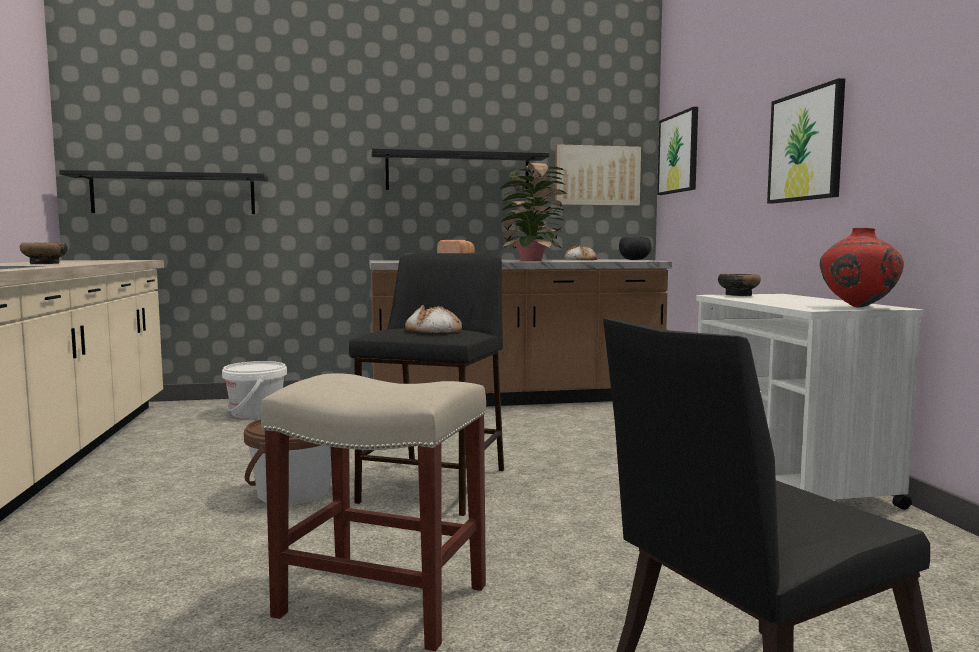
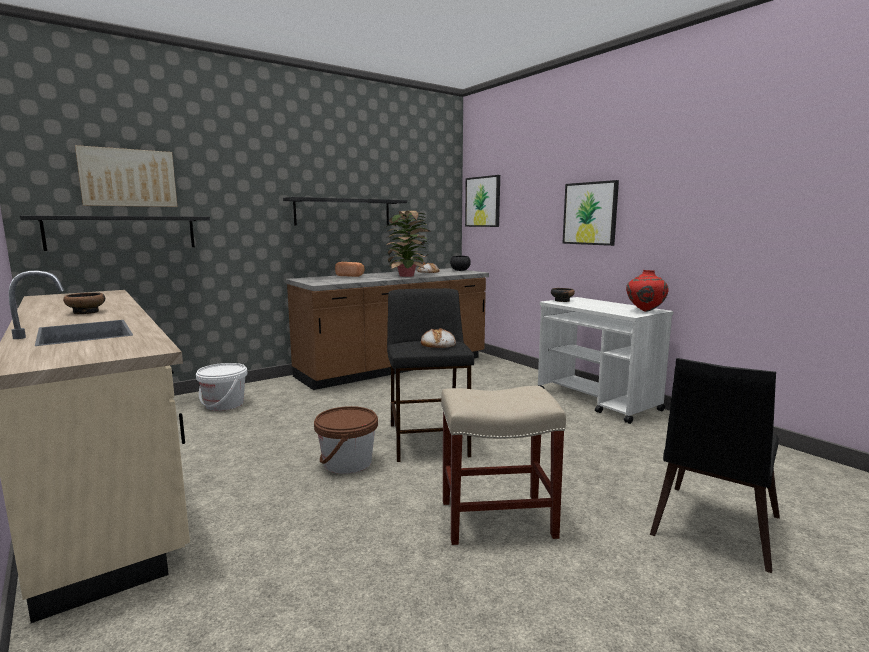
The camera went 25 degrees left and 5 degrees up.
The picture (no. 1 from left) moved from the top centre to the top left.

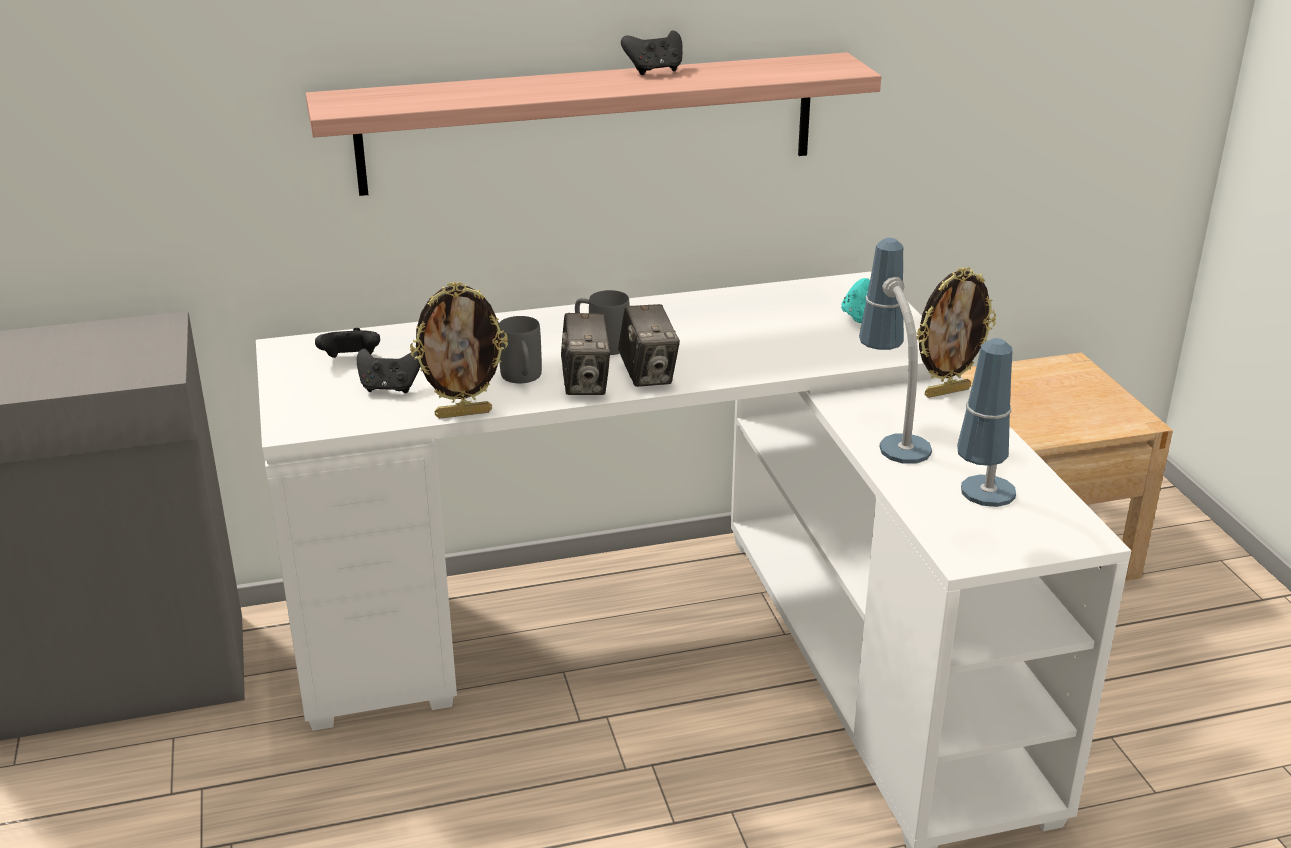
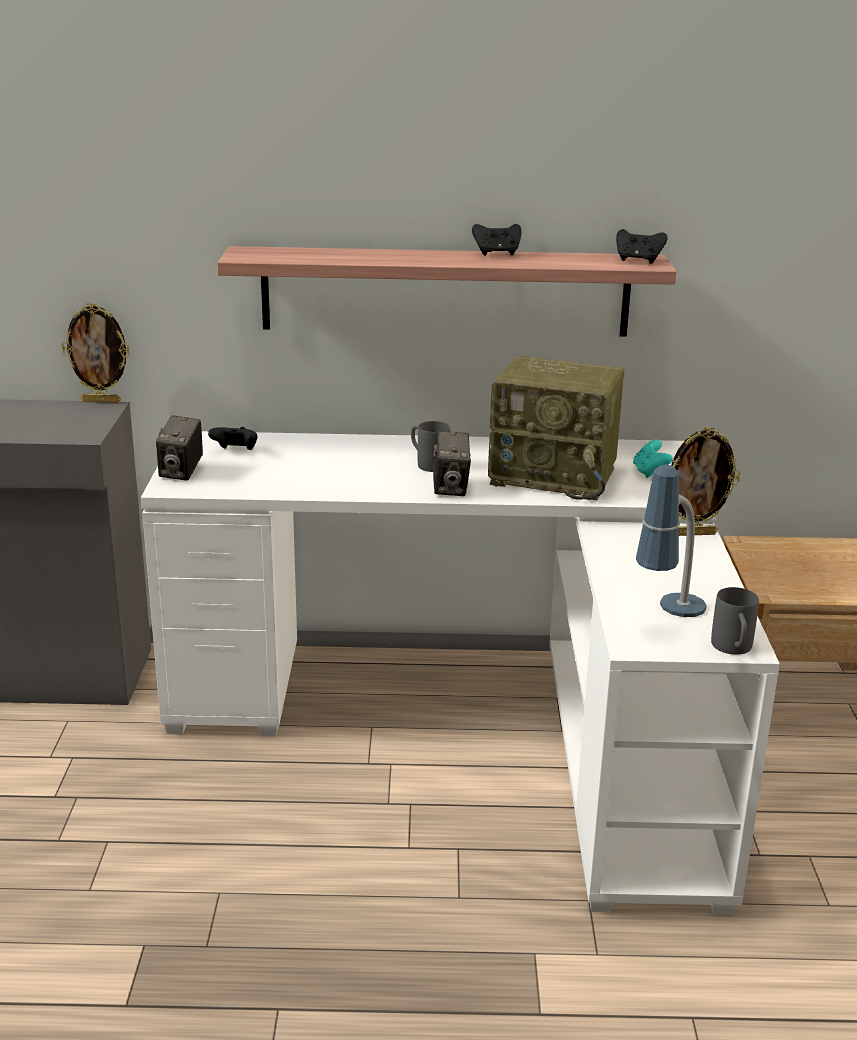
The camera went 15 degrees right and 5 degrees down.
The table lamp (no. 1 from left) at the middle right disappeared.
The picture frame (no. 1 from left) moved from the centre to the middle left.
The photo camera (no. 1 from left) moved from the centre to the middle left.
The grey mug (no. 1 from left in the first image) moved from the centre to the middle right.
The black game controller (no. 2 from left in the first image) moved from the middle left to the top right.
The radio at the centre appeared.

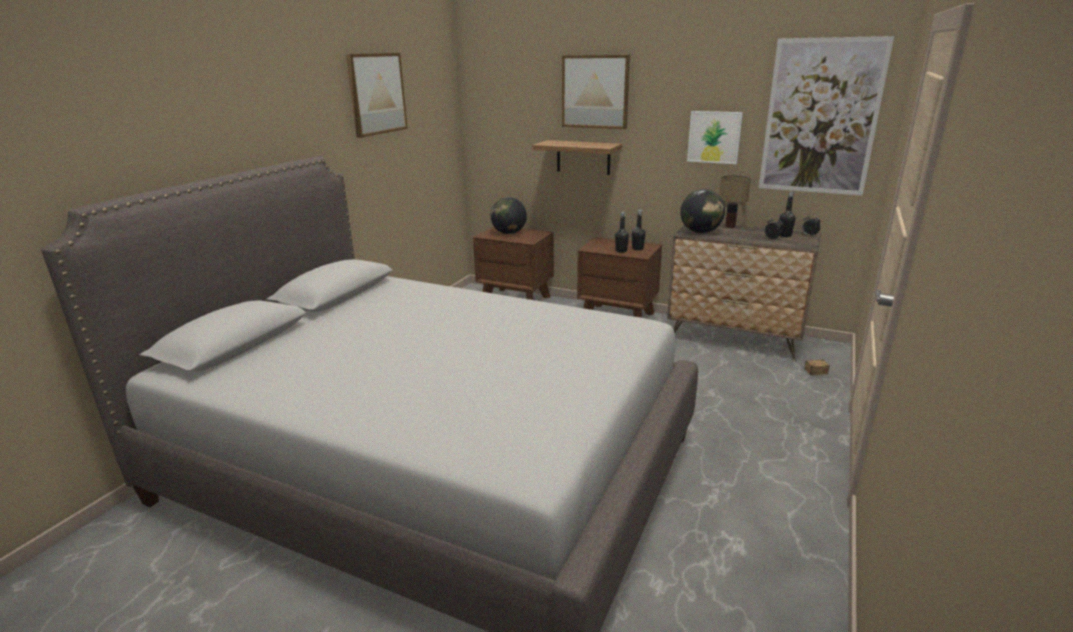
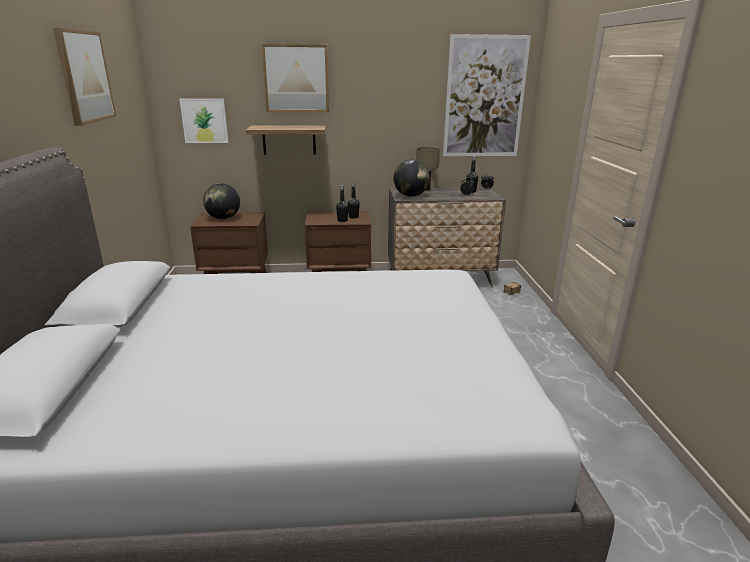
The camera went 30 degrees left and 0 degrees up.
The picture (no. 3 from left in the first image) moved from the top centre to the top left.

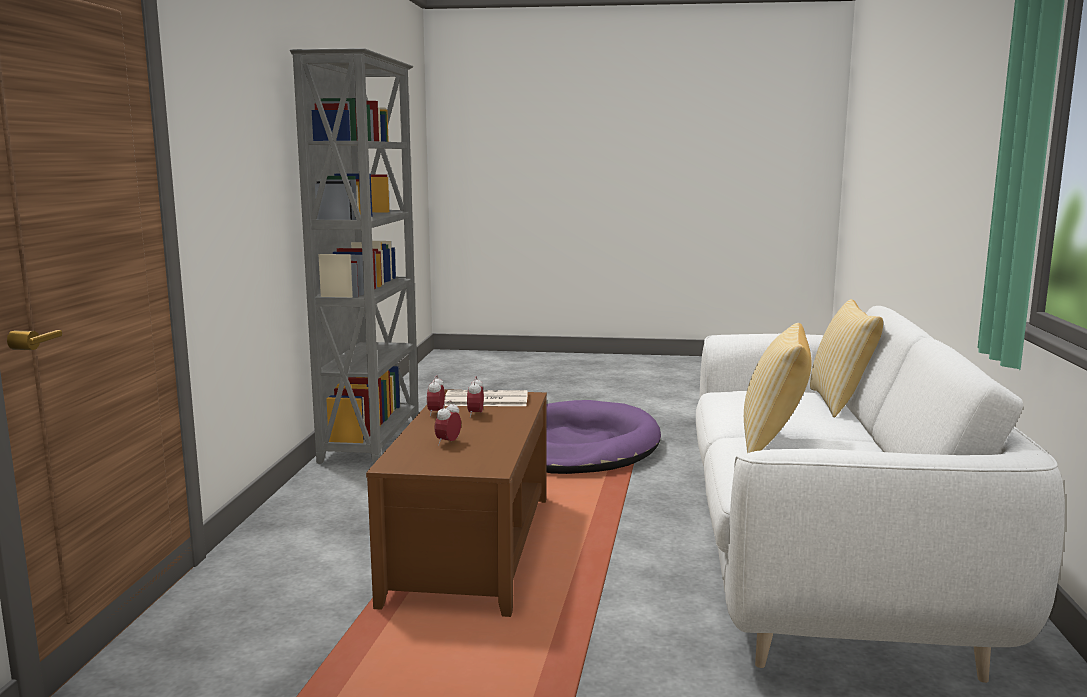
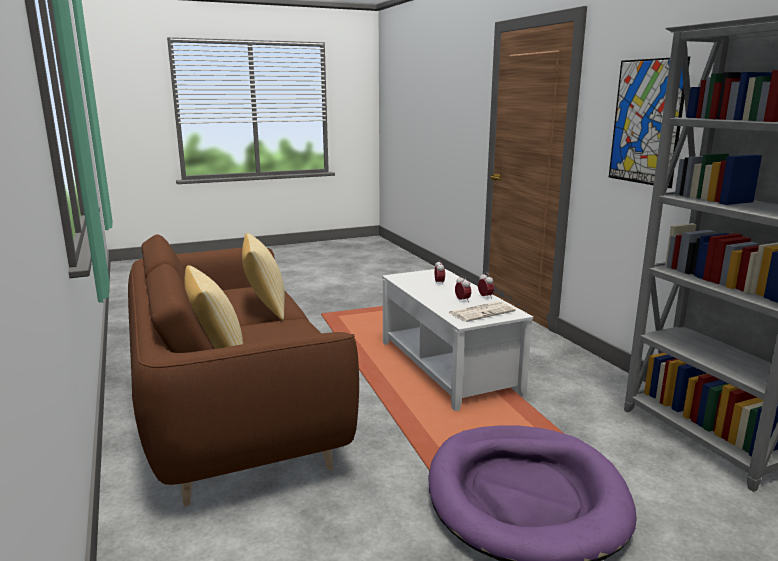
The camera went 150 degrees right and 5 degrees up.
The white sofa at the bottom right became the brown sofa at the middle left.
The brown coffee table at the bottom centre became the white coffee table at the centre.
The picture at the top right appeared.

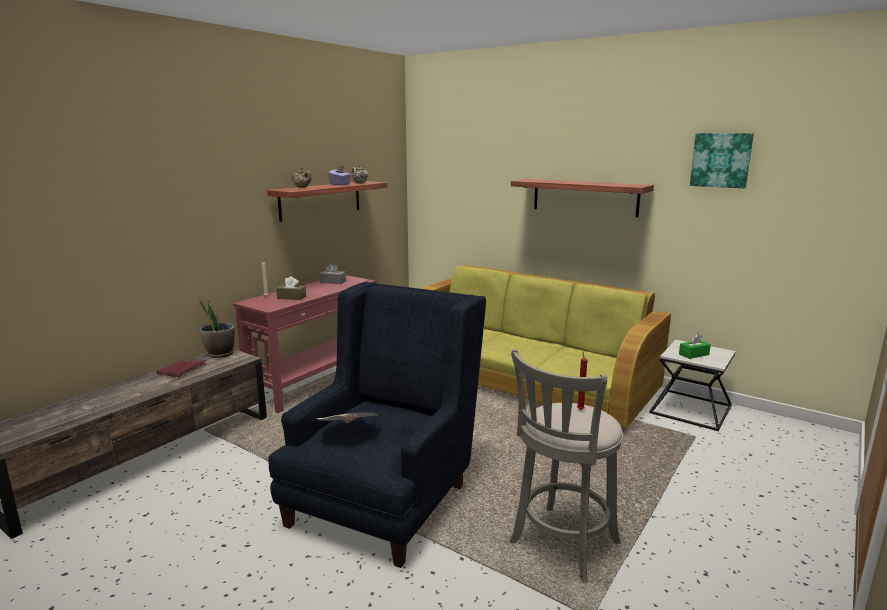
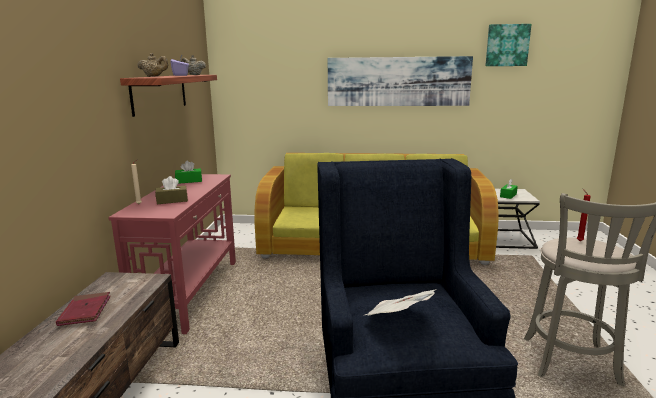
The camera went 30 degrees left and 0 degrees up.
The shelf (no. 2 from left) at the top centre was replaced by the picture (no. 1 from left) at the top centre.
The grey tissue box at the centre became the green tissue box (no. 1 from left) at the middle left.
The potted plant at the middle left disappeared.

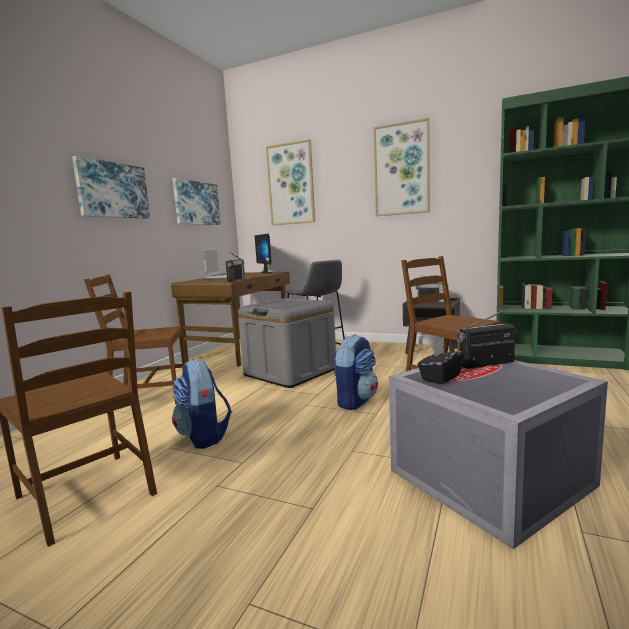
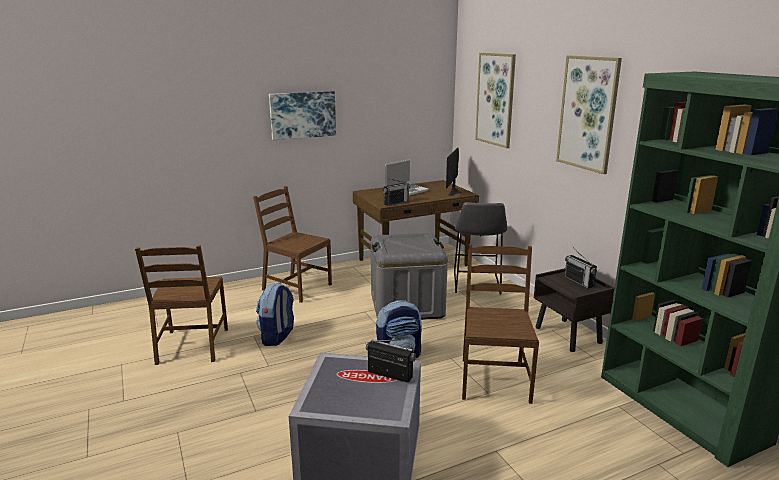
The camera went 40 degrees right and 10 degrees up.
The picture (no. 2 from left) at the top left disappeared.
The black tissue box at the middle right disappeared.

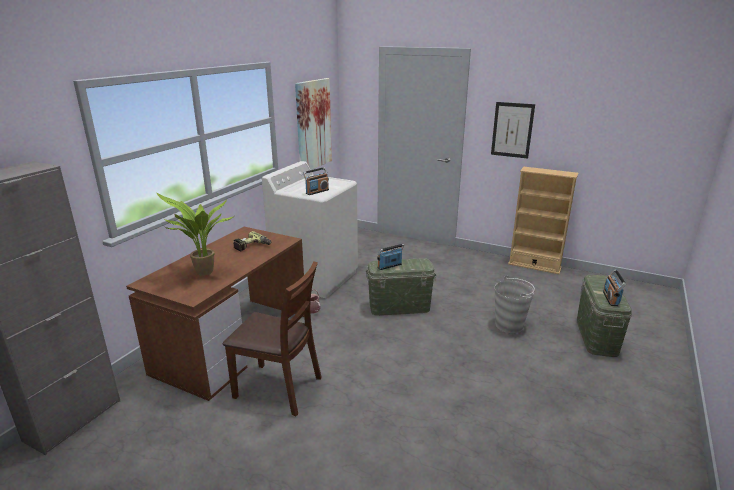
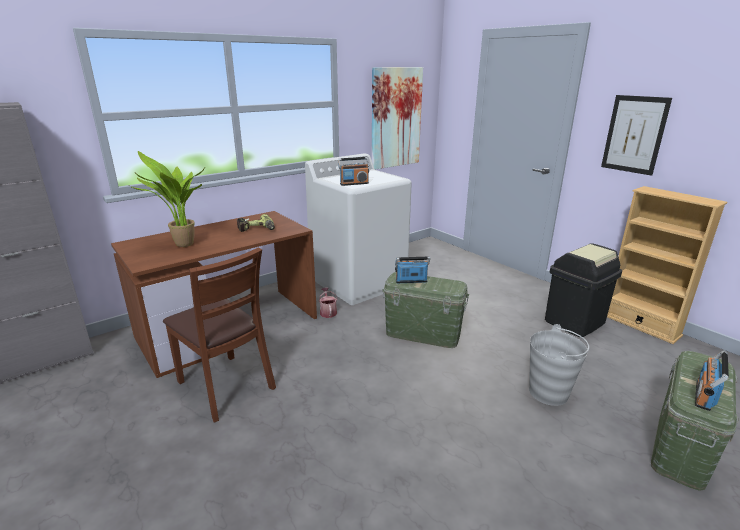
The camera went 25 degrees right and 0 degrees up.
The black trash can at the middle right appeared.

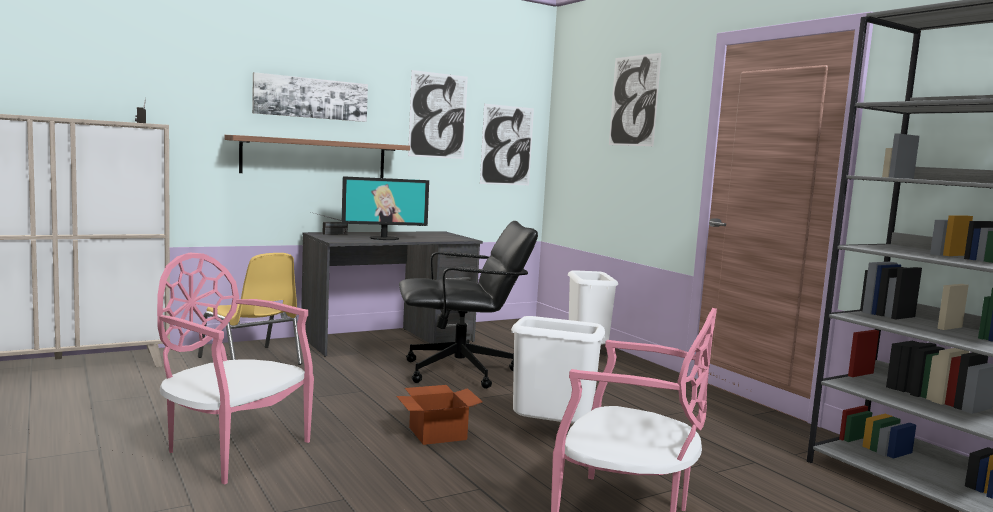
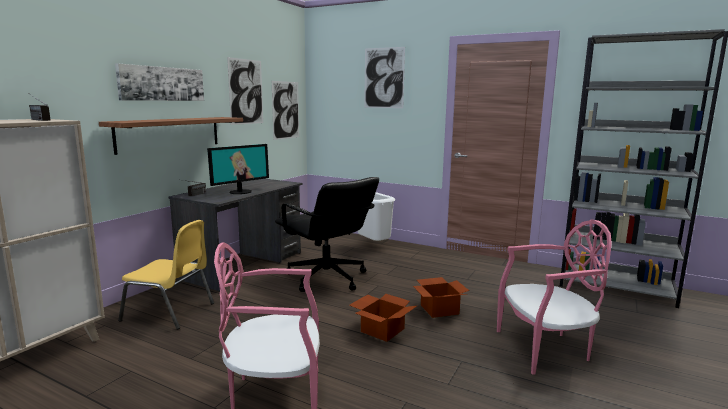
The camera went 30 degrees left and 5 degrees up.
The black office chair at the centre turned 90 degrees clockwise.
The white trash can (no. 1 from left) at the bottom centre was replaced by the cardboard box (no. 2 from left) at the bottom centre.

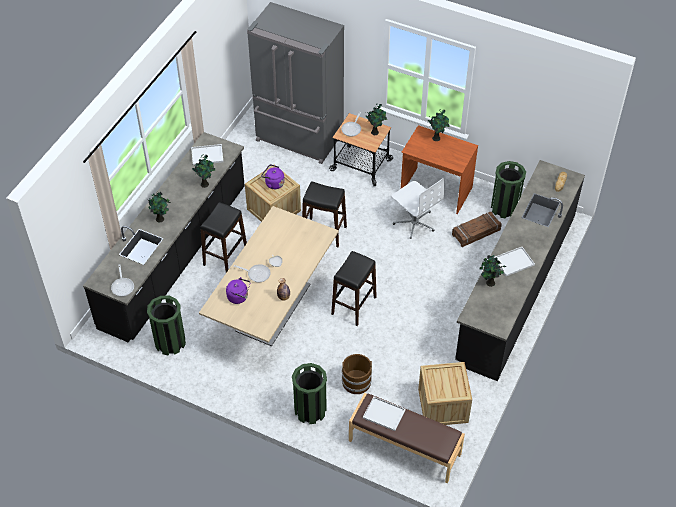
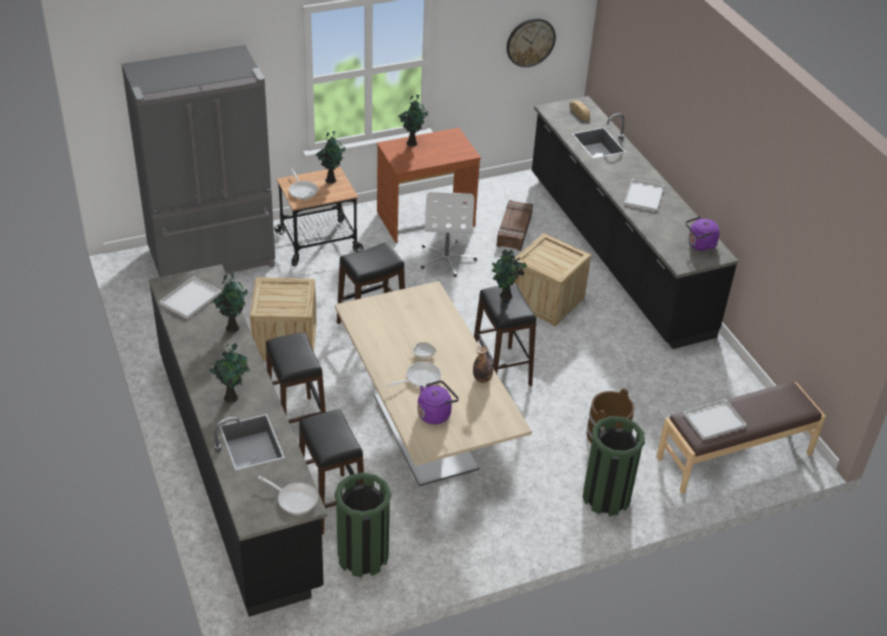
The camera went 50 degrees left and 10 degrees down.
The green trash can (no. 3 from left) at the middle right disappeared.
The purple kettle (no. 2 from left) moved from the centre to the middle right.
The white office chair at the centre turned 90 degrees clockwise.
The potted plant (no. 5 from left) moved from the middle right to the centre.
The crate (no. 2 from left in the first image) moved from the bottom centre to the centre.
The wall clock at the top centre appeared.
The black stool (no. 2 from left) at the bottom centre appeared.

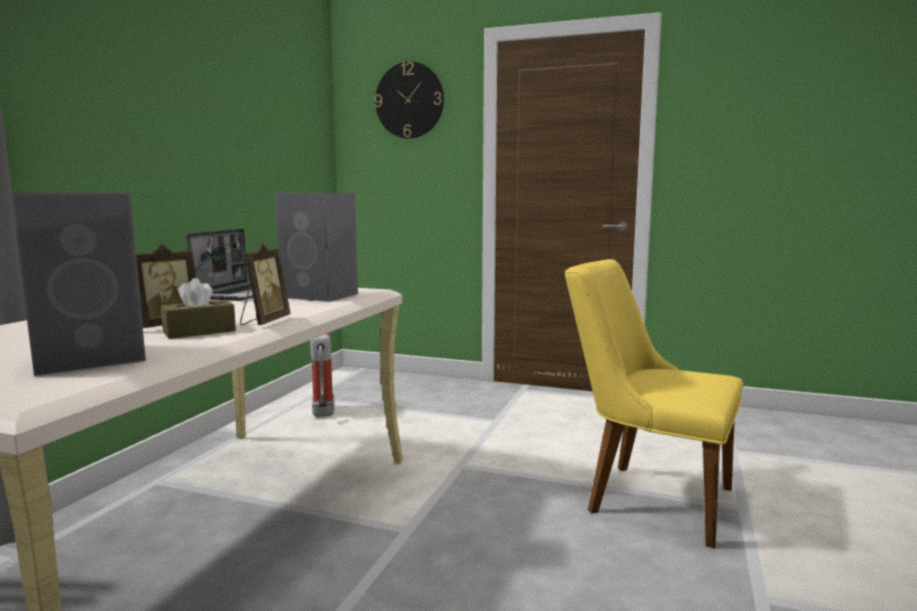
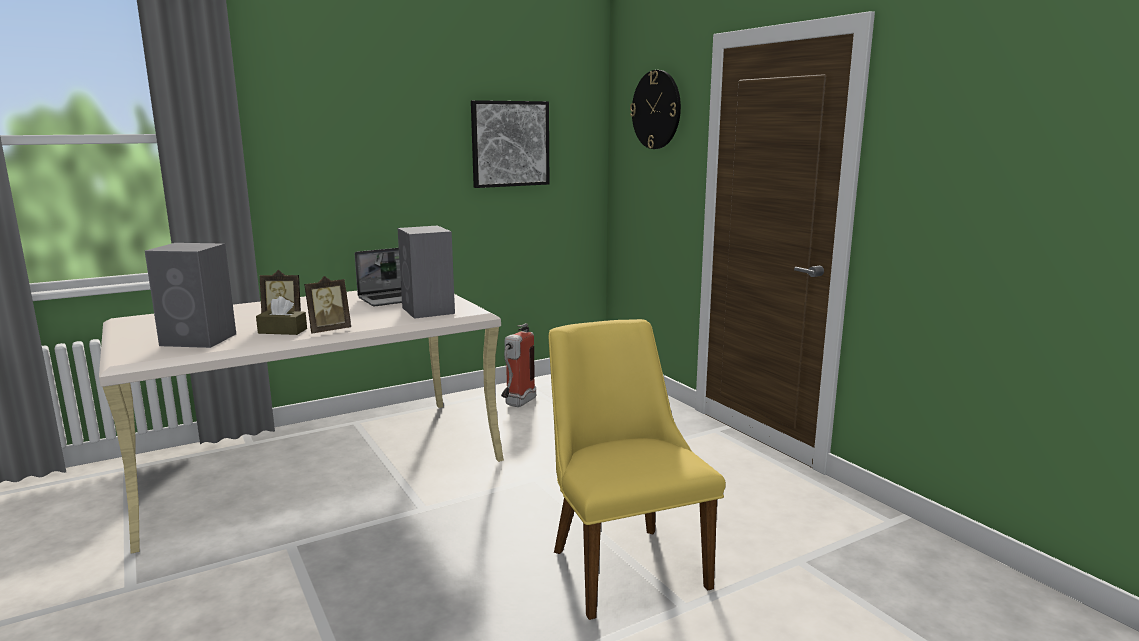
The camera went 40 degrees right and 5 degrees up.
The picture at the top centre appeared.

